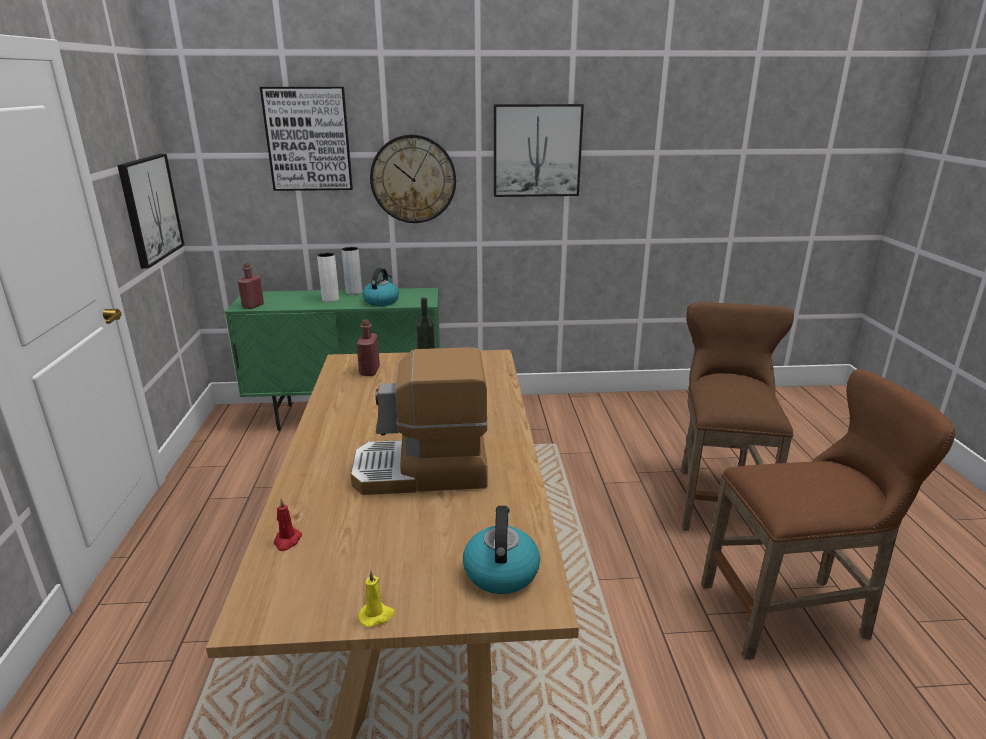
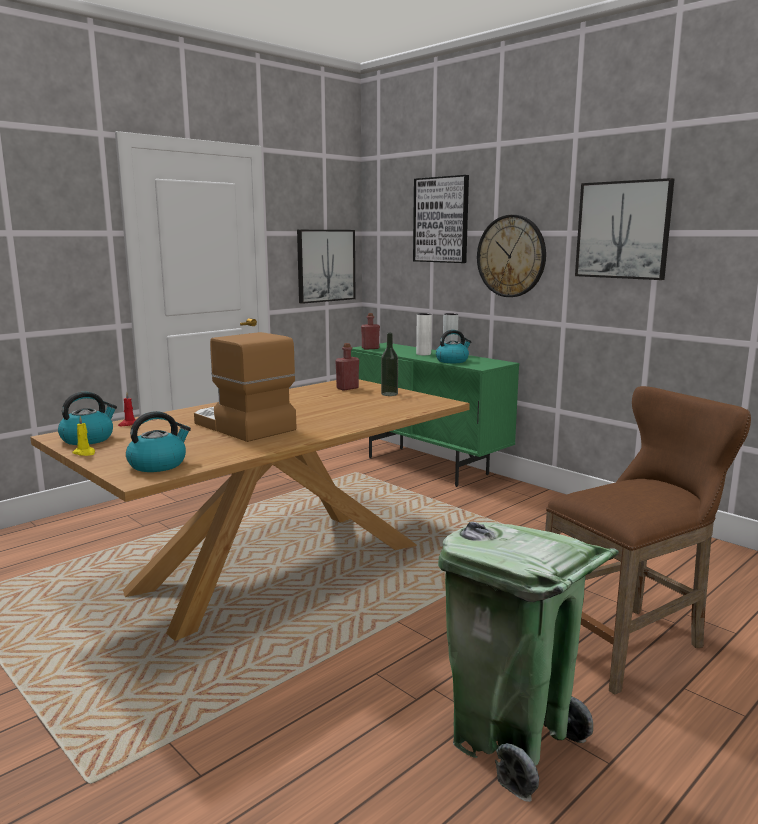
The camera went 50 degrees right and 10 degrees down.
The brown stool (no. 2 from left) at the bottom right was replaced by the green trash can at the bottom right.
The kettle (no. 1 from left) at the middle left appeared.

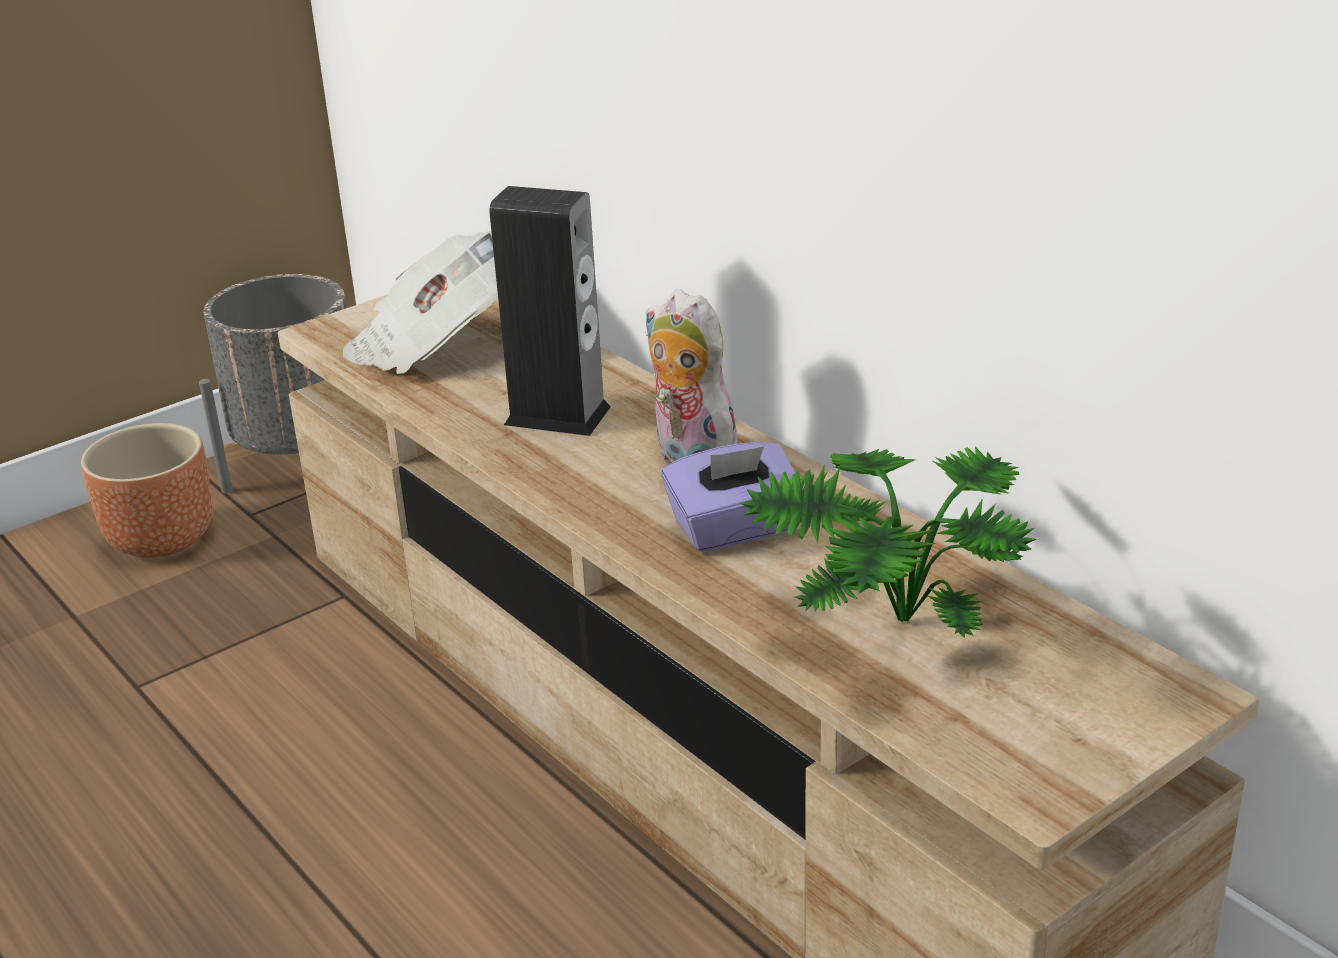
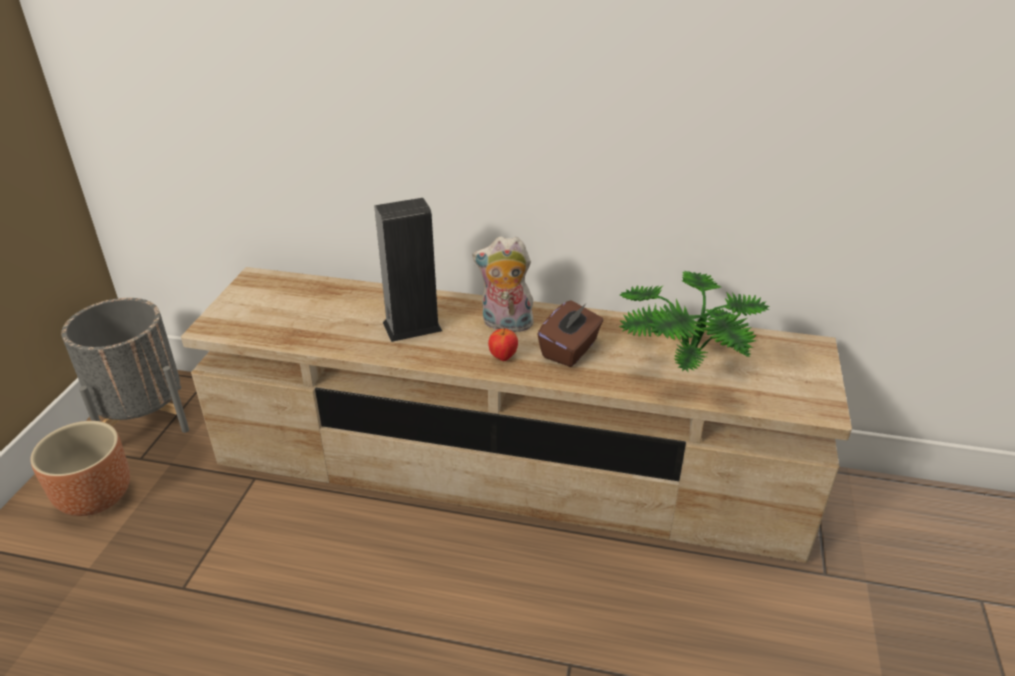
The camera went 40 degrees left and 5 degrees up.
The newspaper at the top left disappeared.
The purple tissue box at the centre became the brown tissue box at the centre.
The apple at the centre appeared.

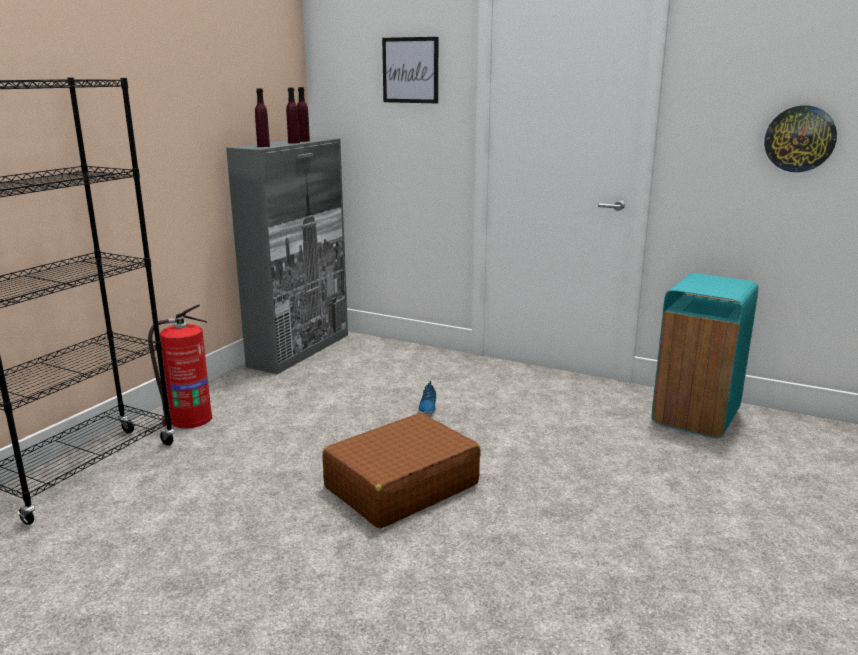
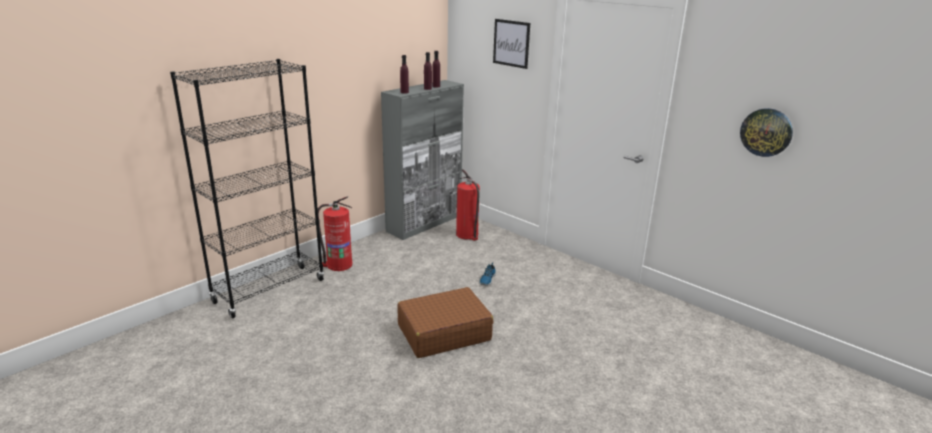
The camera went 15 degrees right and 5 degrees up.
The turquoise trash can at the middle right disappeared.
The fire extinguisher (no. 2 from left) at the centre appeared.

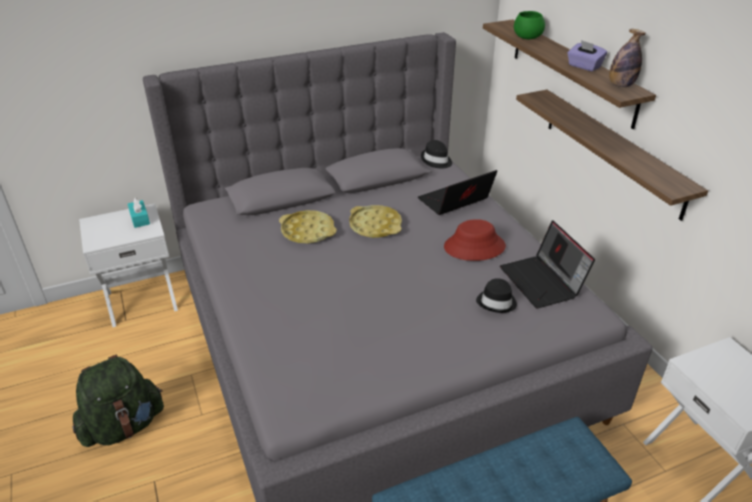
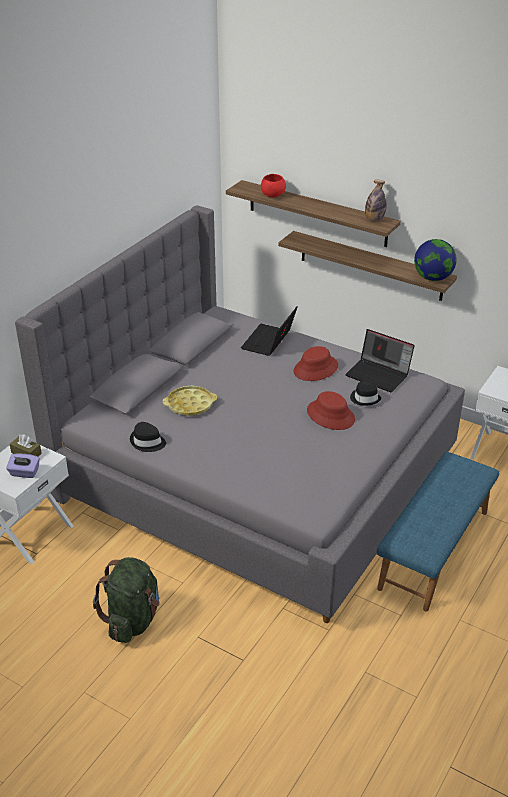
The camera went 35 degrees left and 0 degrees up.
The green bowl at the top right became the red bowl at the top centre.
The purple tissue box moved from the top right to the middle left.
The black hat (no. 1 from left) moved from the top centre to the middle left.
The turquoise tissue box at the middle left became the brown tissue box at the middle left.
The yellow tray (no. 2 from left) at the centre disappeared.
The globe at the top right appeared.
The red hat (no. 2 from left) at the centre appeared.

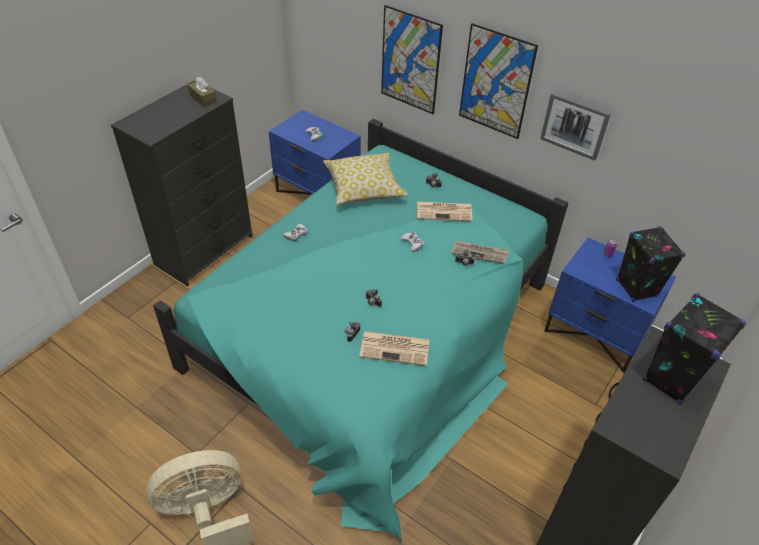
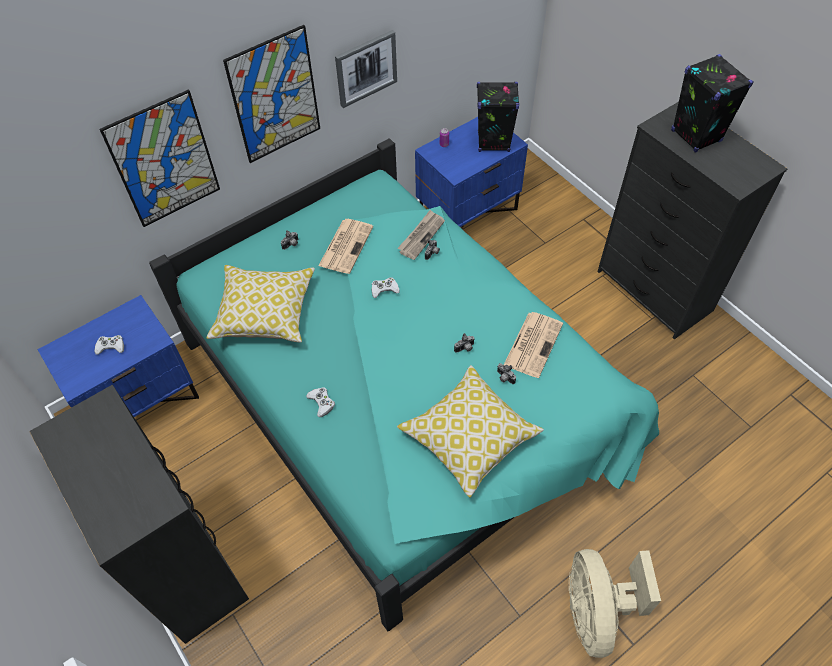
The camera went 70 degrees left and 10 degrees up.
The brown tissue box at the top left disappeared.
The pillow (no. 2 from left) at the centre appeared.

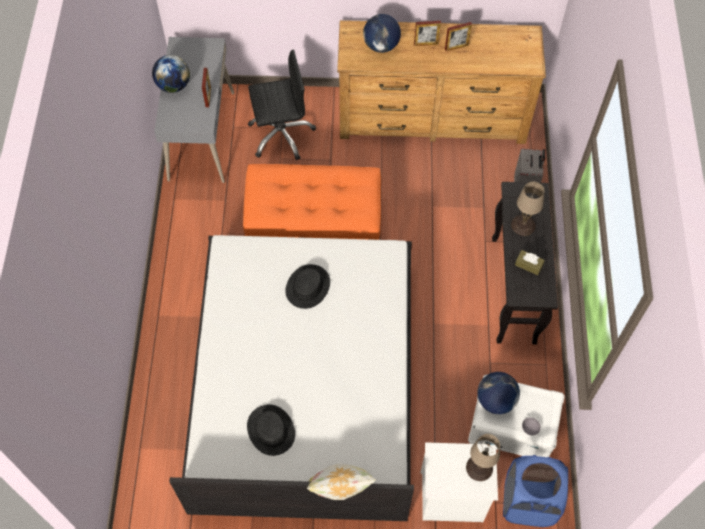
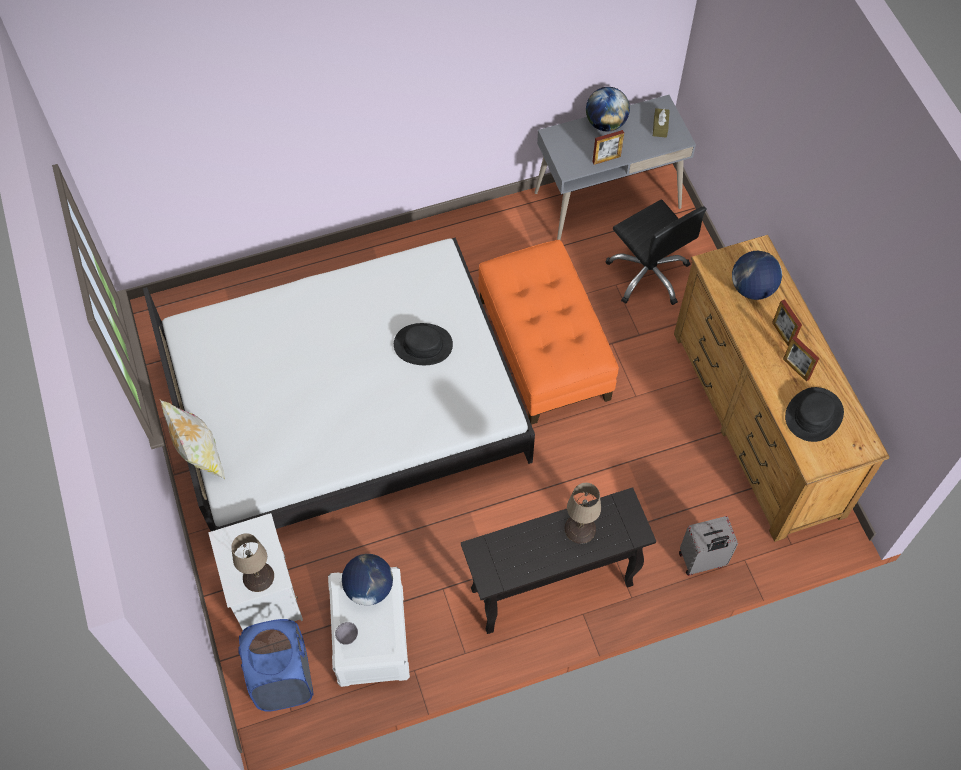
The camera went 70 degrees right and 0 degrees up.
The brown tissue box moved from the middle right to the top right.
The black hat (no. 1 from left in the first image) moved from the bottom centre to the middle right.

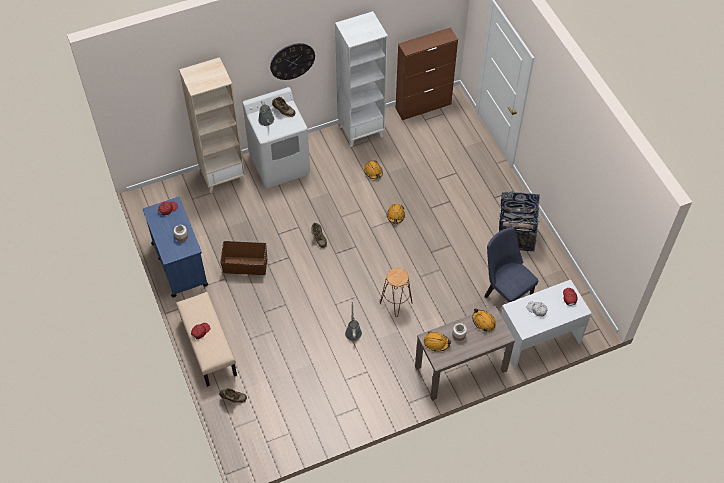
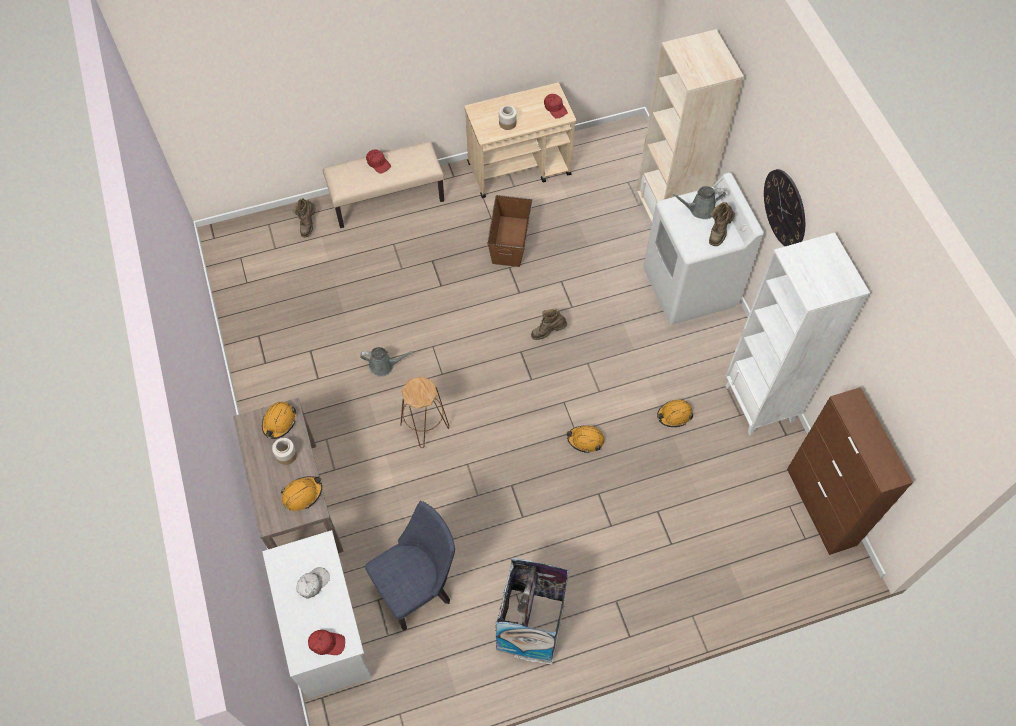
The camera went 95 degrees right and 5 degrees up.
The blue cart at the middle left became the beige cart at the top centre.

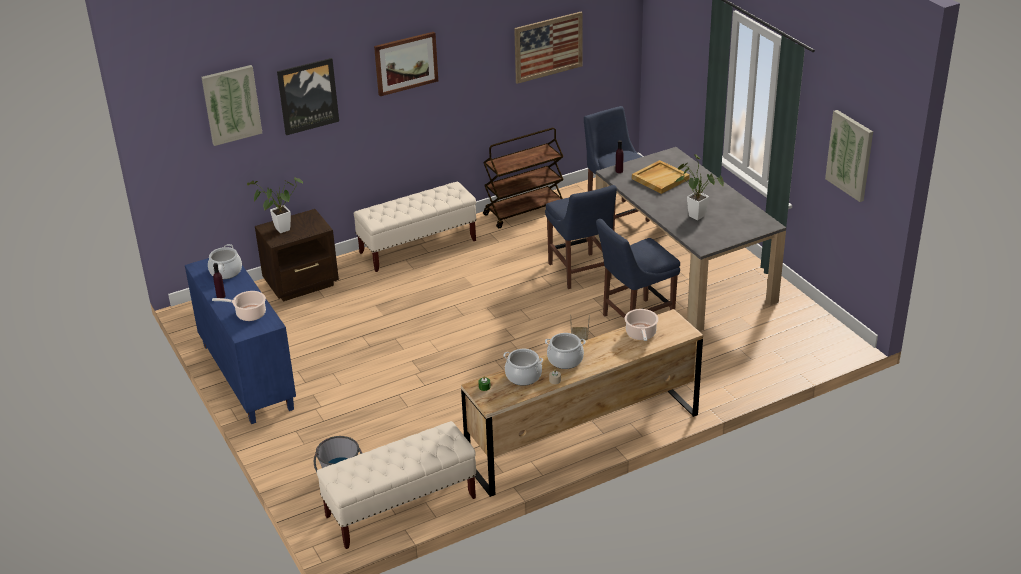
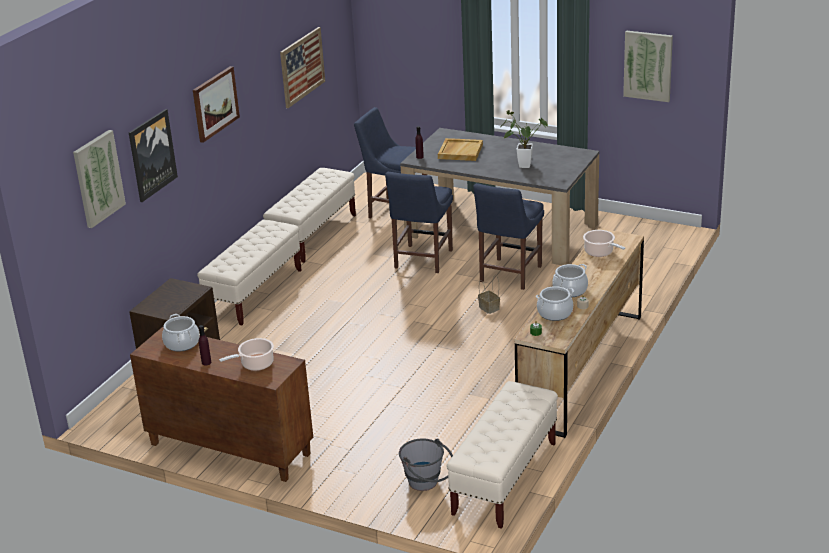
The camera went 35 degrees left and 5 degrees down.
The brown cart at the top centre was replaced by the beige bench (no. 2 from left) at the centre.
The potted plant (no. 1 from left) at the middle left disappeared.
The blue chair (no. 1 from left in the first image) at the centre turned 75 degrees clockwise.
The blue cabinet at the middle left became the brown cabinet at the bottom left.

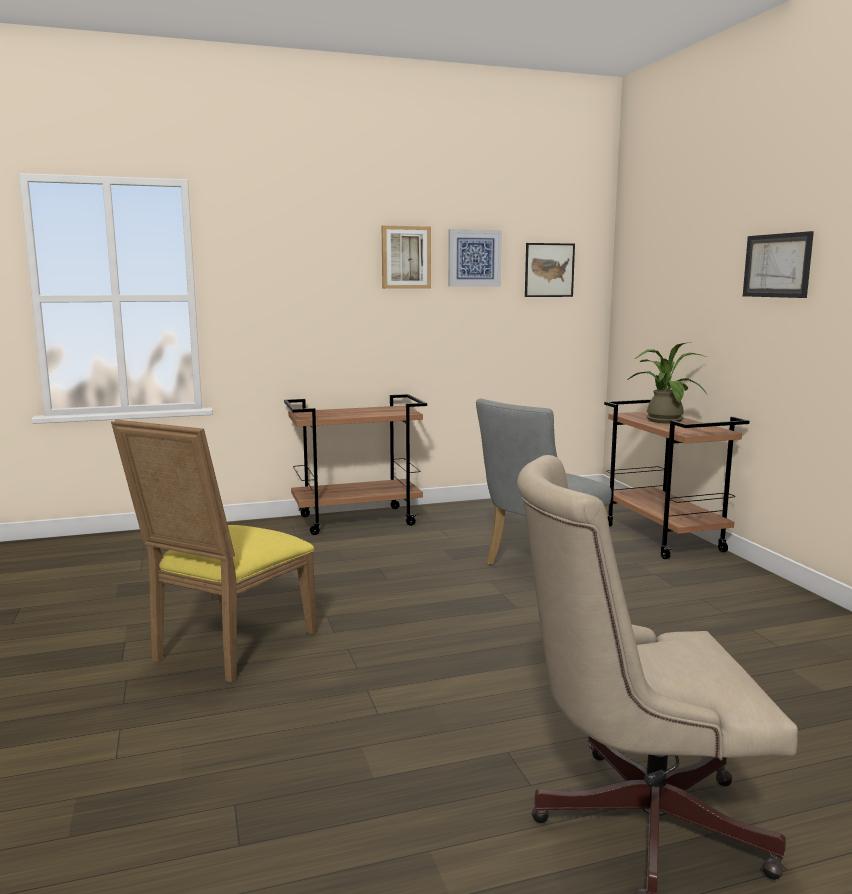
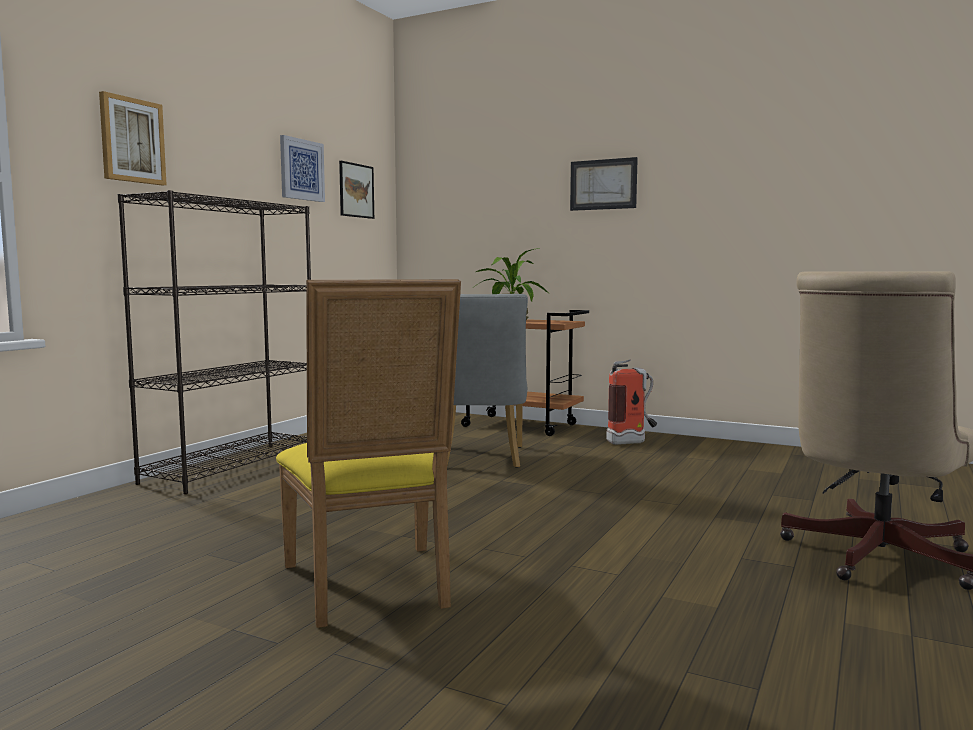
The camera went 45 degrees left and 5 degrees down.
The picture (no. 1 from left) moved from the top centre to the top left.
The brown cart (no. 1 from left) at the centre was replaced by the black bookcase at the middle left.
The fire extinguisher at the centre appeared.

